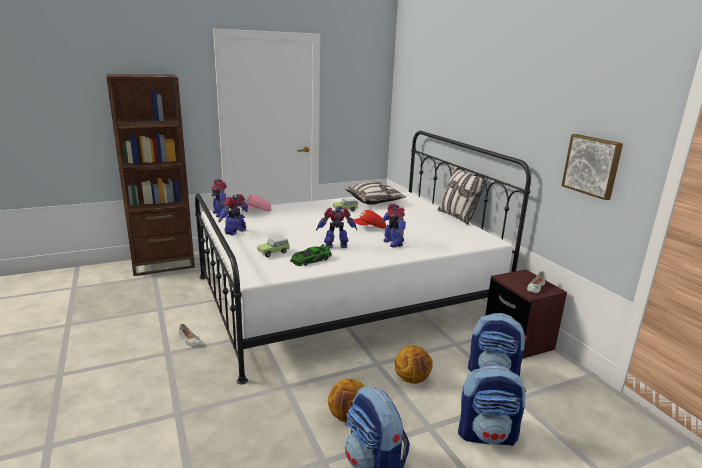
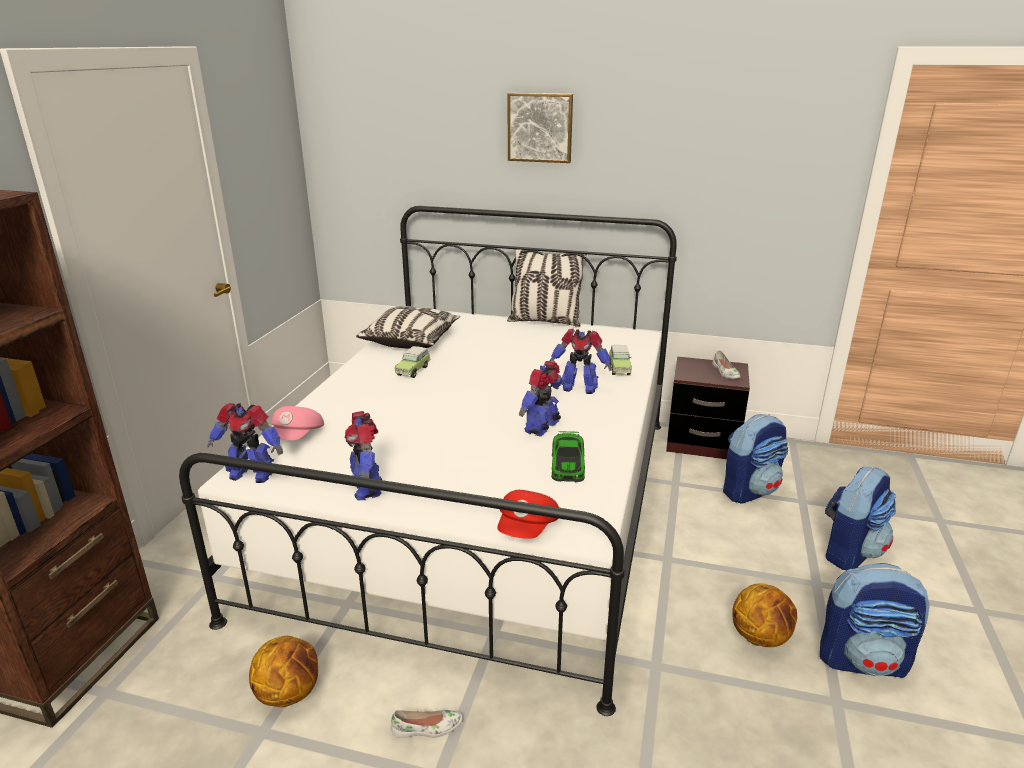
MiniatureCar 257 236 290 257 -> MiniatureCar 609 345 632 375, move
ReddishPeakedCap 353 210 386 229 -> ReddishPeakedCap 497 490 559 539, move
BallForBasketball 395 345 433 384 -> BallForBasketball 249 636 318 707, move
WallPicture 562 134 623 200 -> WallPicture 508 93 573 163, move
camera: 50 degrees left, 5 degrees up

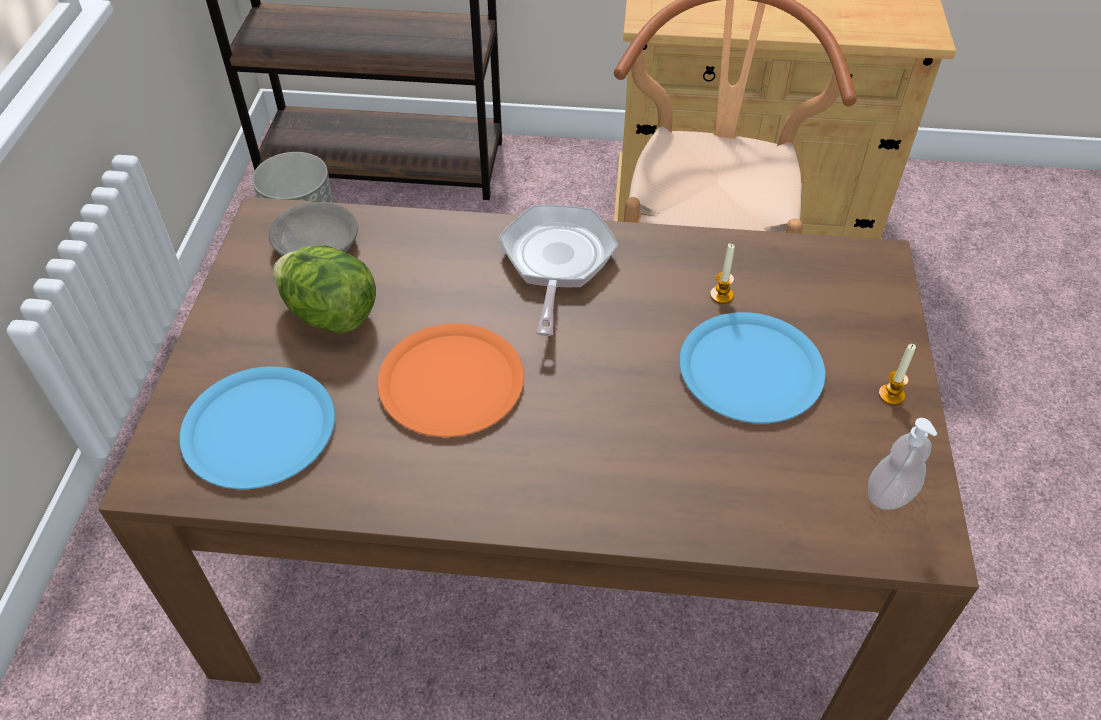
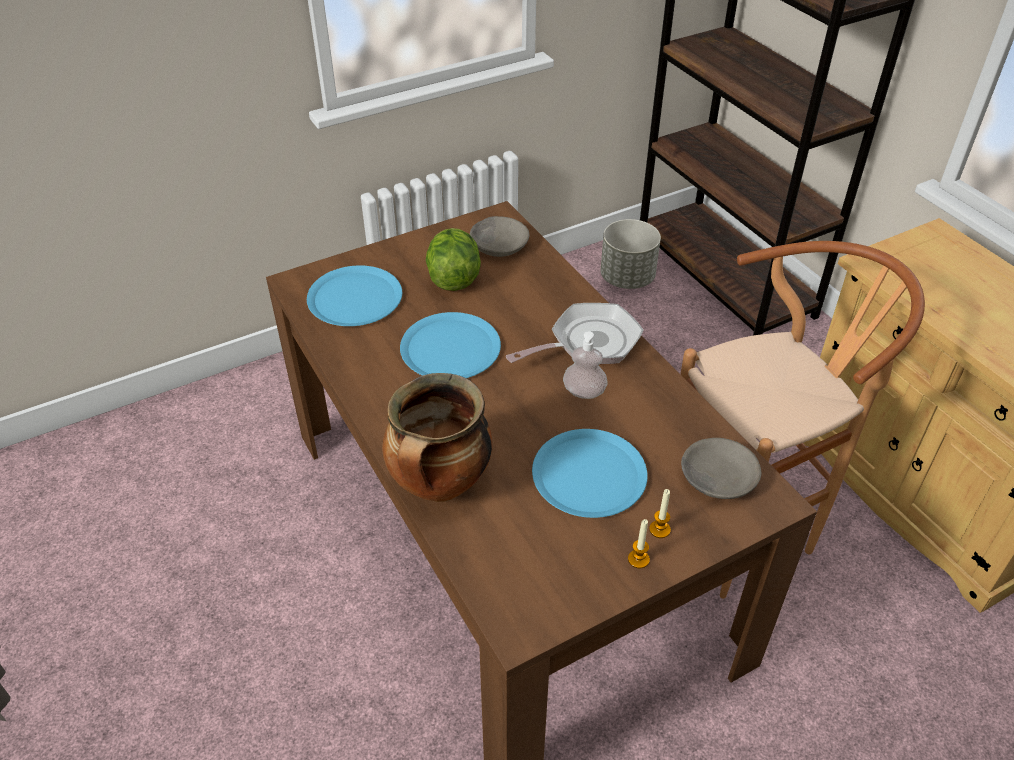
none -> Stockpot 382 373 492 502
none -> GreyishBowl 681 438 761 499
Candle 710 243 734 304 -> Candle 649 489 671 538, move
SoapDispenser 868 418 937 510 -> SoapDispenser 563 331 607 399, move
OrangeyPlate 377 324 524 437 -> BlueColouredPlate 400 312 501 378
camera: 55 degrees right, 5 degrees down

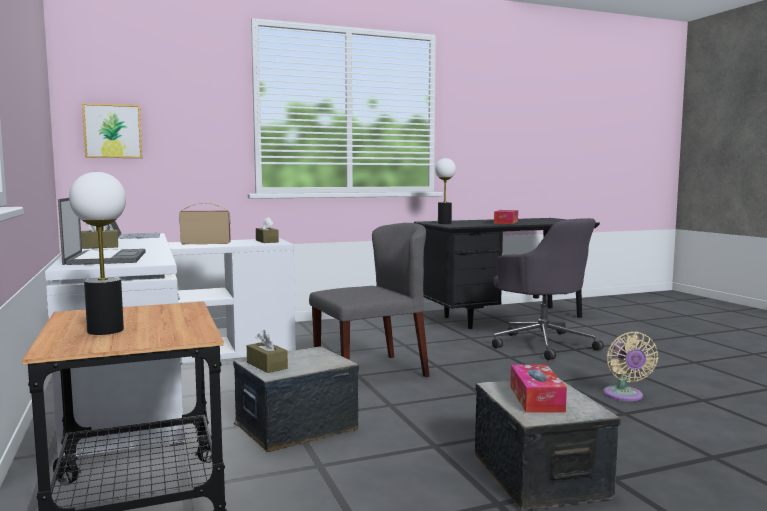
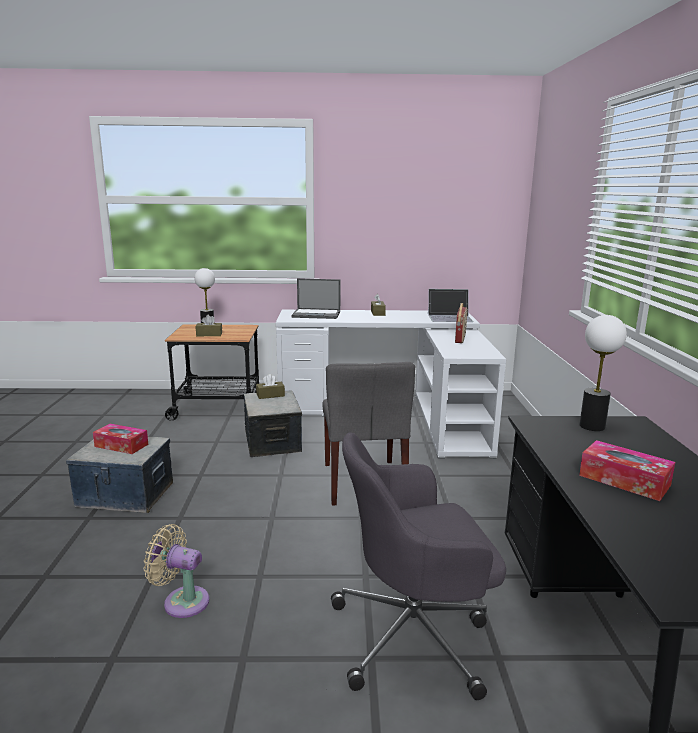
WallPicture 82 103 142 158 -> none
BrownColouredBoxOfTissues 256 217 279 243 -> BrownColouredBoxOfTissues 196 315 222 336, move
camera: 110 degrees right, 10 degrees up

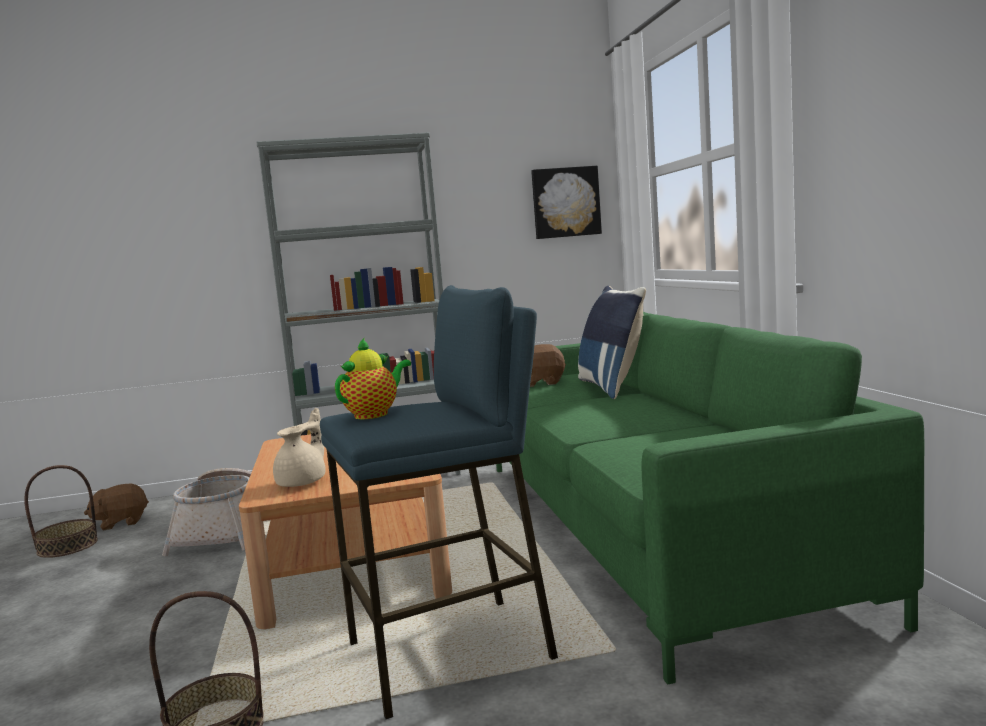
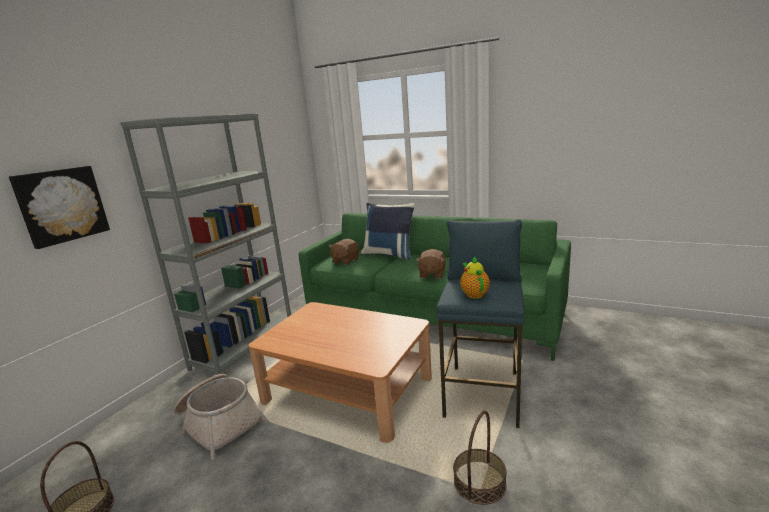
BeigeTeapot 273 408 326 487 -> none
BrownColouredSoftToy 84 483 149 531 -> BrownColouredSoftToy 416 249 446 279, move
WallPicture 531 166 602 239 -> WallPicture 9 166 110 249, move
camera: 50 degrees left, 10 degrees up

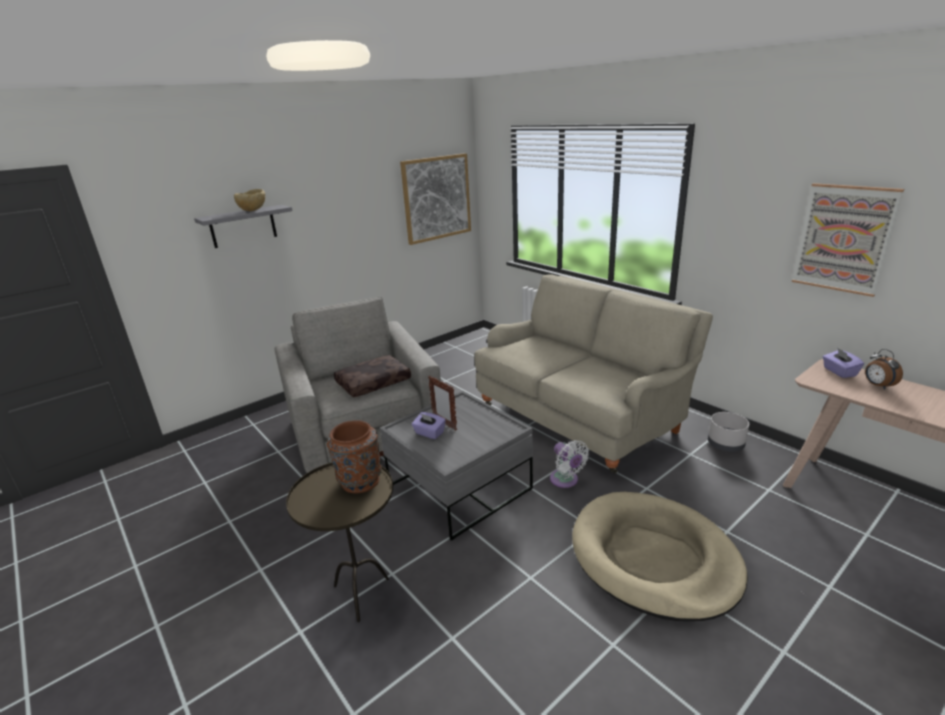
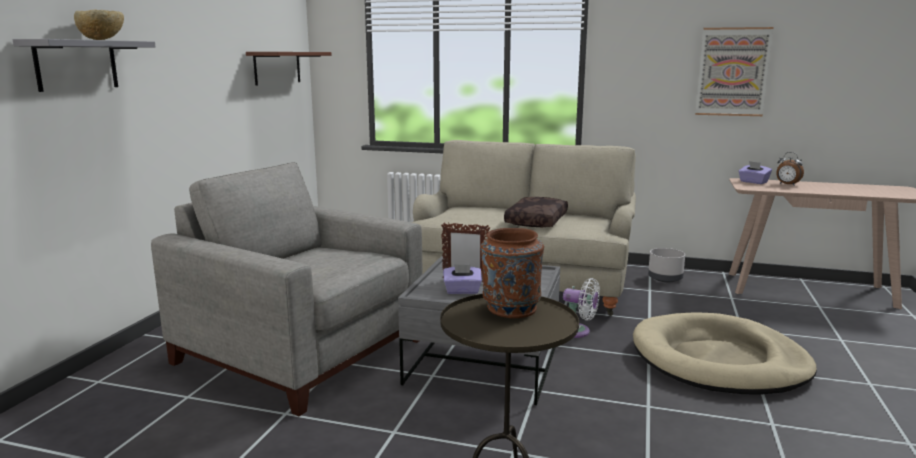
BrownColouredPillow 334 355 411 398 -> BrownColouredPillow 504 197 568 227, move
WallPicture 400 153 471 245 -> BrownColouredWallShelf 246 52 332 86
camera: 35 degrees left, 10 degrees down

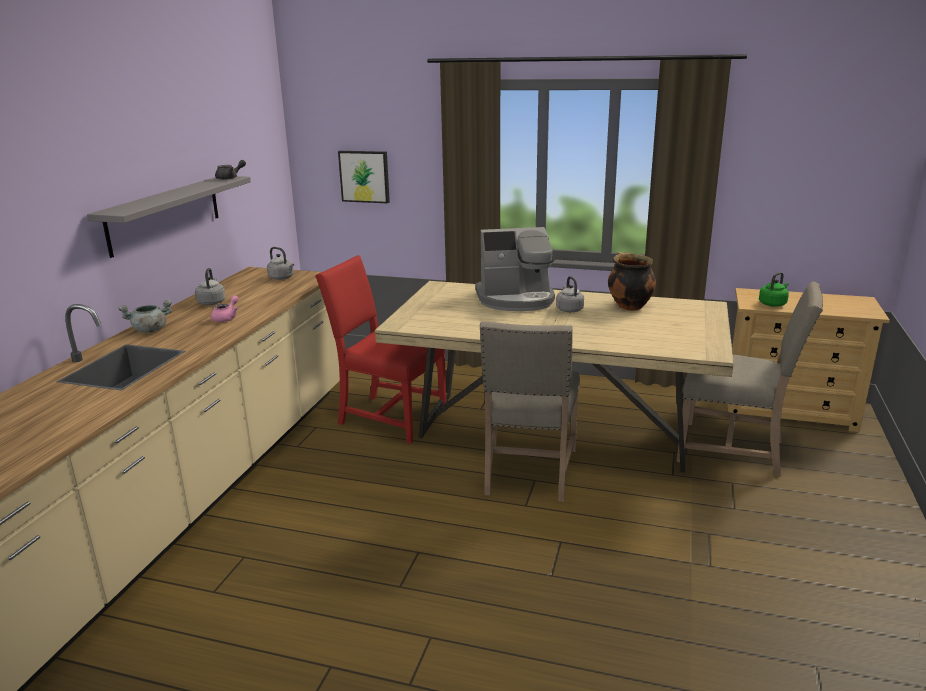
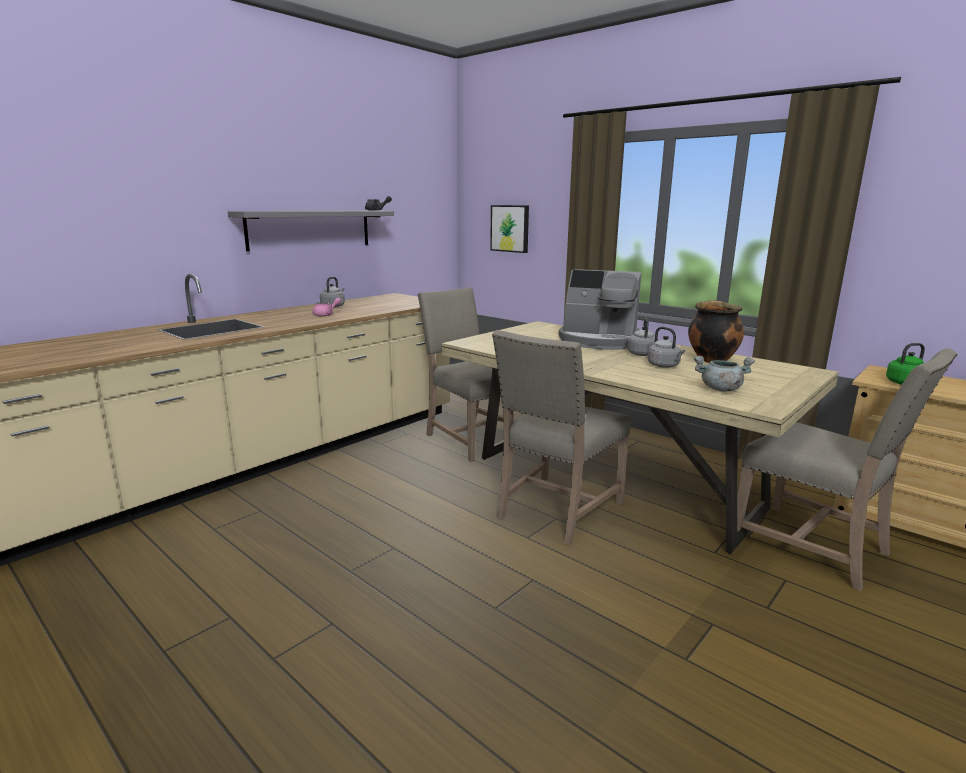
GreyishStockpot 118 300 172 333 -> GreyishStockpot 694 356 755 392, move
GreyishKettle 267 247 294 280 -> GreyishKettle 648 327 685 368, move
ReddishPlainChair 315 255 446 444 -> BeigePlainChair 418 287 524 462
camera: 25 degrees right, 5 degrees down

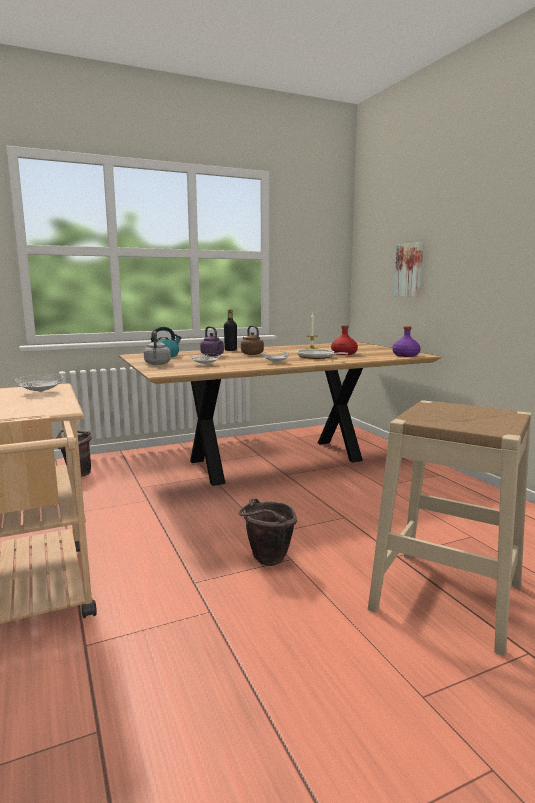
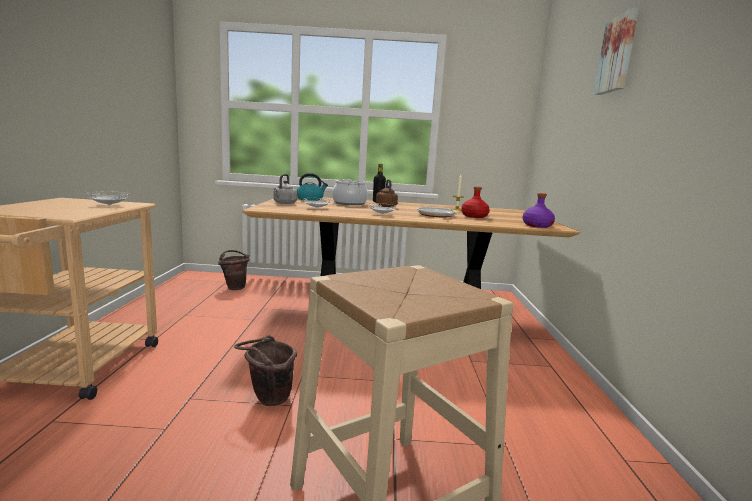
WallPicture 394 242 424 297 -> WallPicture 594 8 639 95, move
PurplishKettle 200 326 224 356 -> Stockpot 332 179 368 205
camera: 25 degrees right, 0 degrees up

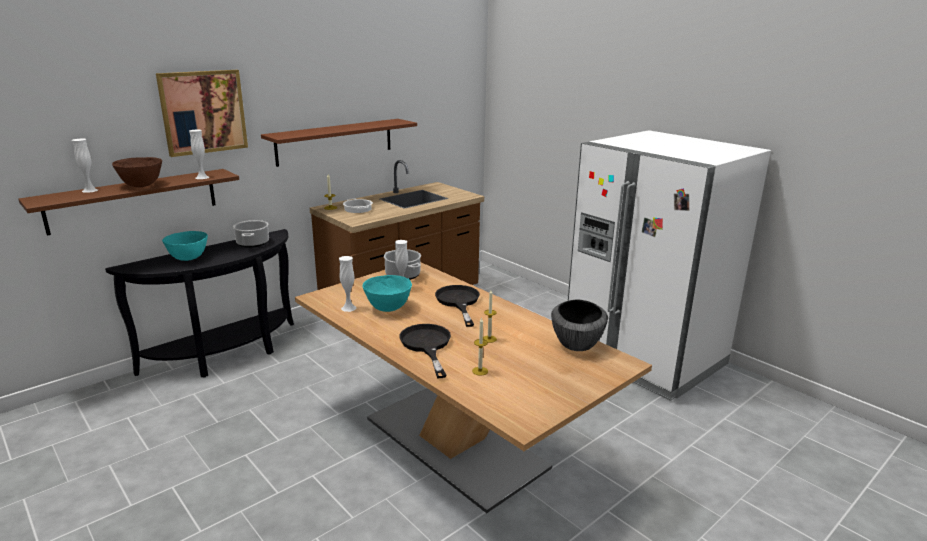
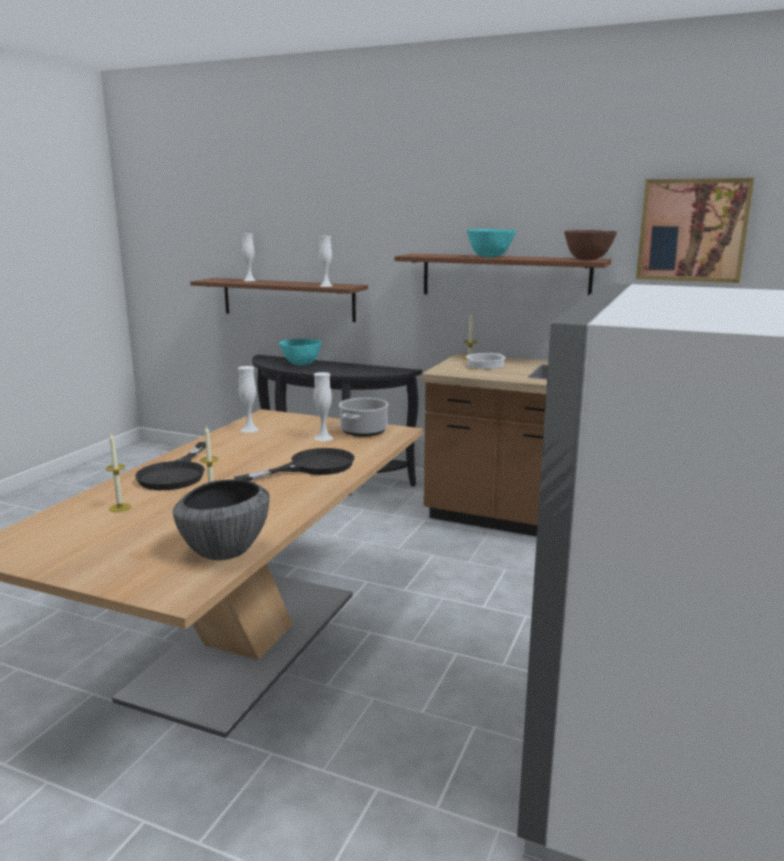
Stockpot 233 220 269 248 -> none
BrownColouredBowl 112 157 162 187 -> BrownColouredBowl 564 230 617 260, move
WallPicture 156 70 248 157 -> WallPicture 636 178 754 283, move
TurquoiseColouredBowl 362 275 412 312 -> TurquoiseColouredBowl 467 229 516 258, move
BlackColouredSkillet 400 324 451 378 -> BlackColouredSkillet 135 442 206 490, 135 degrees clockwise
camera: 65 degrees right, 5 degrees down

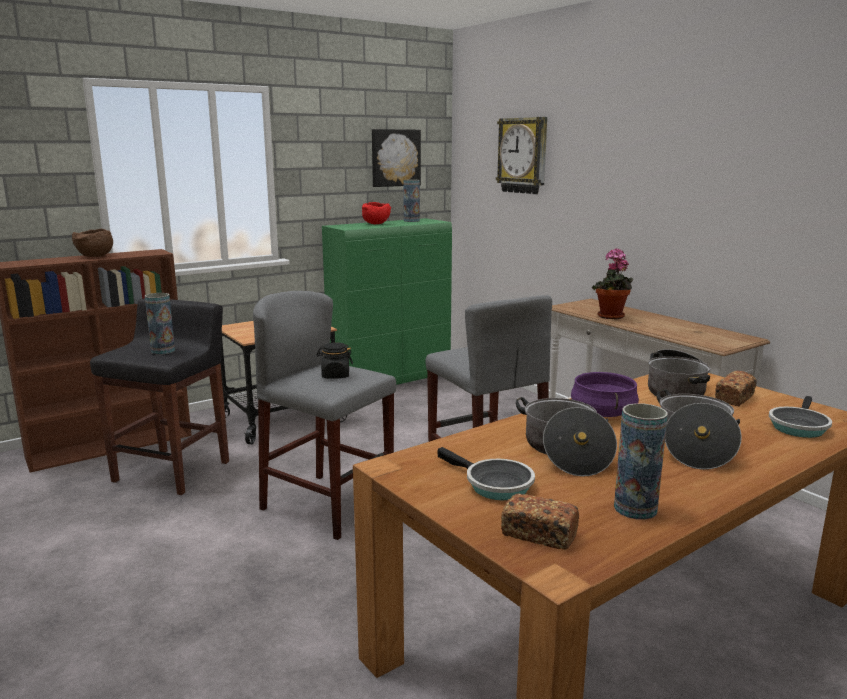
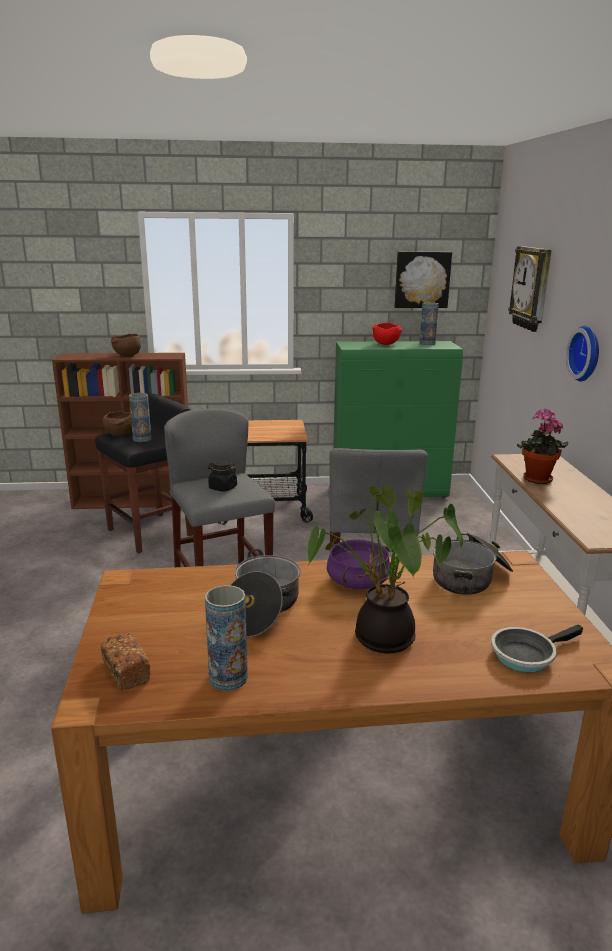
Skillet 437 447 535 500 -> none
BakedBread 715 371 757 406 -> none
none -> BrownColouredBowl 103 411 132 436
none -> WallClock 566 325 599 382
Stockpot 657 389 742 470 -> PottedPlant 307 486 463 654
camera: 30 degrees right, 5 degrees up

